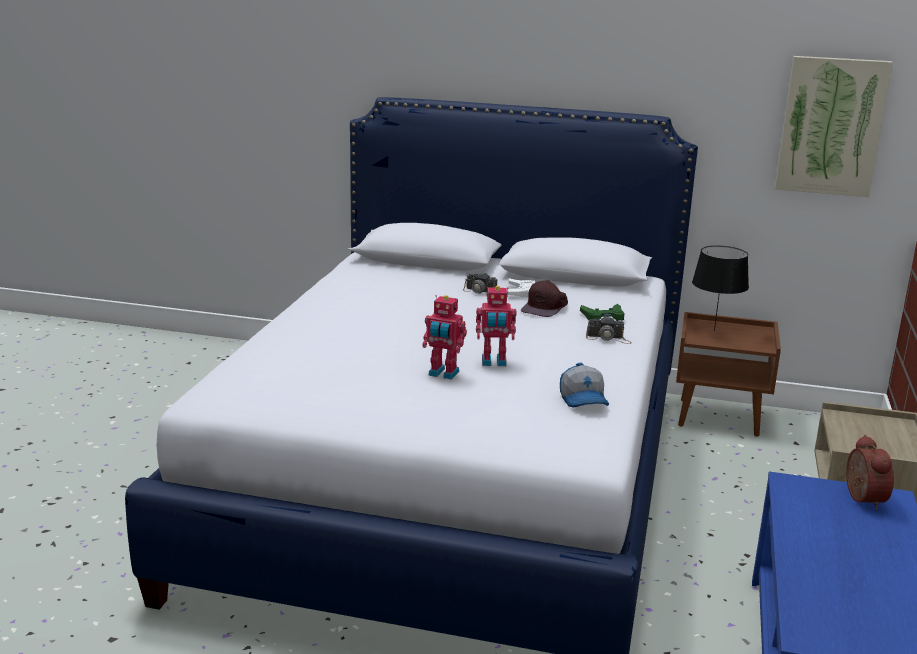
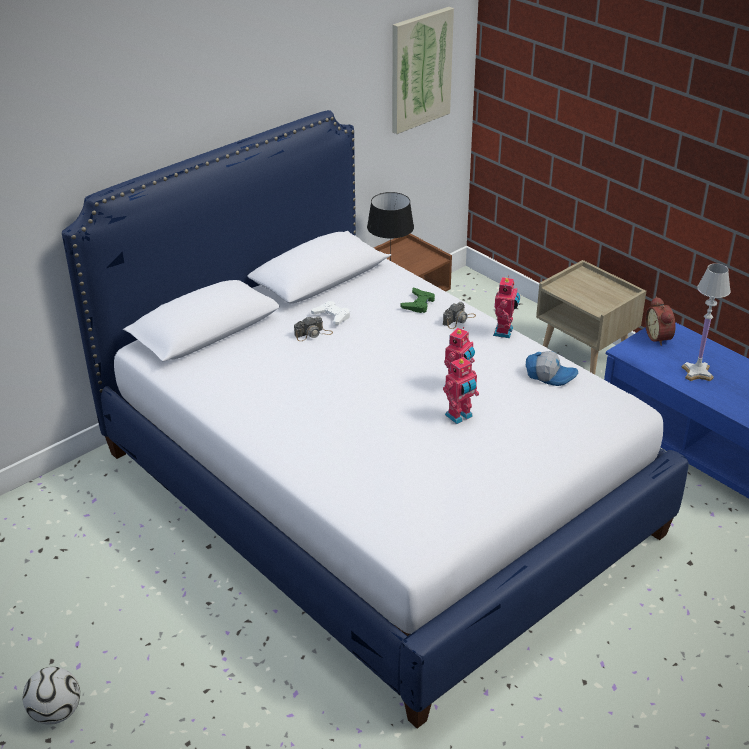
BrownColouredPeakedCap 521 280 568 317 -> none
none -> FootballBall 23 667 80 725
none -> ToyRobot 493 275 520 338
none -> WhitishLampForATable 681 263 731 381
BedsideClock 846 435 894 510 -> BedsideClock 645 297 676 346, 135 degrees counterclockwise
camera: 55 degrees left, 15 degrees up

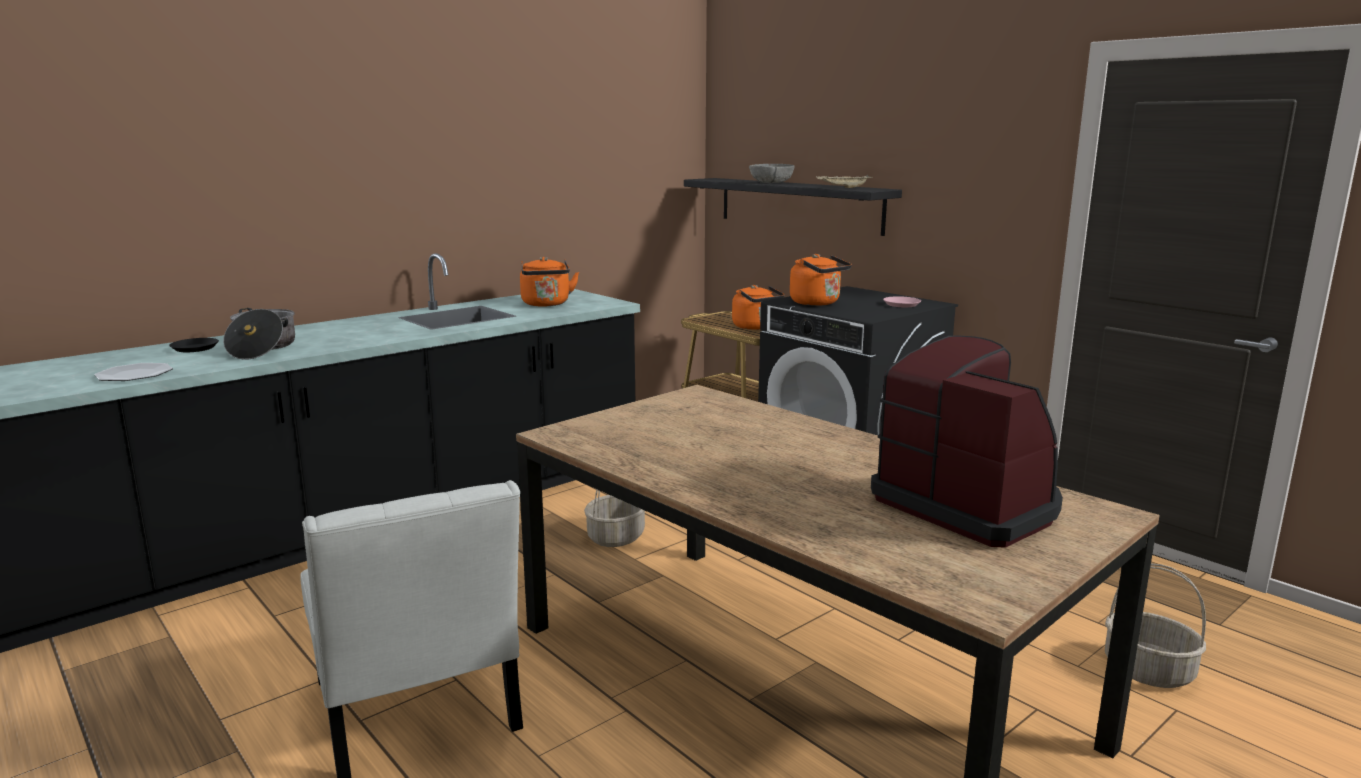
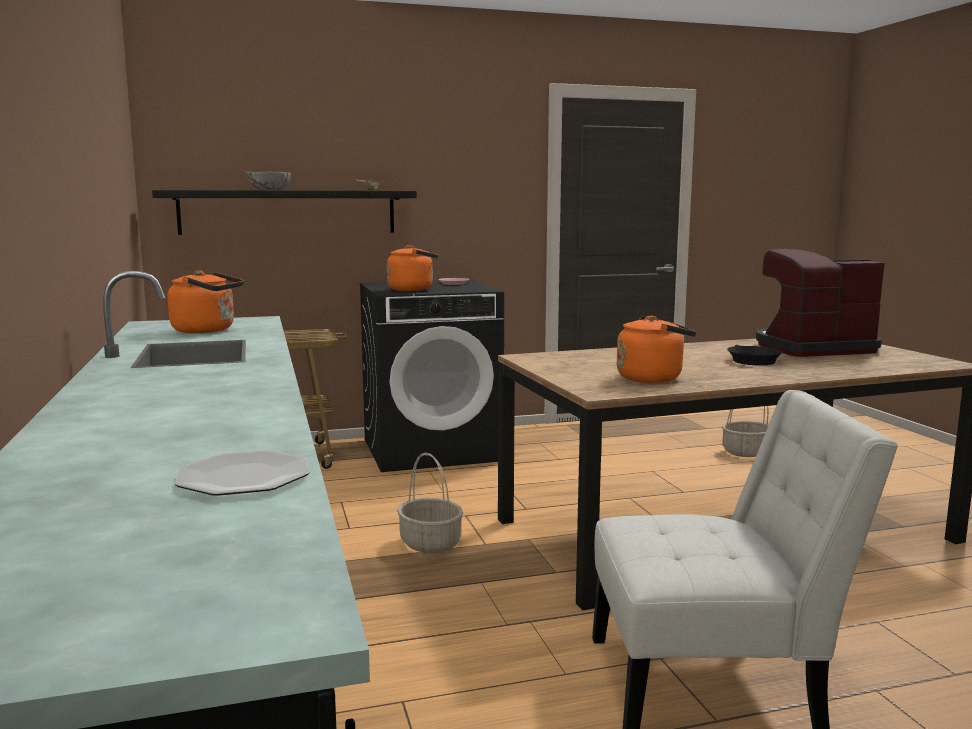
BlackColouredPlate 169 338 219 352 -> none
Stockpot 223 308 295 360 -> none
none -> BlackColouredSkillet 727 345 783 365
OrangeyKettle 732 285 784 330 -> OrangeyKettle 617 316 696 383, move
camera: 65 degrees left, 5 degrees down

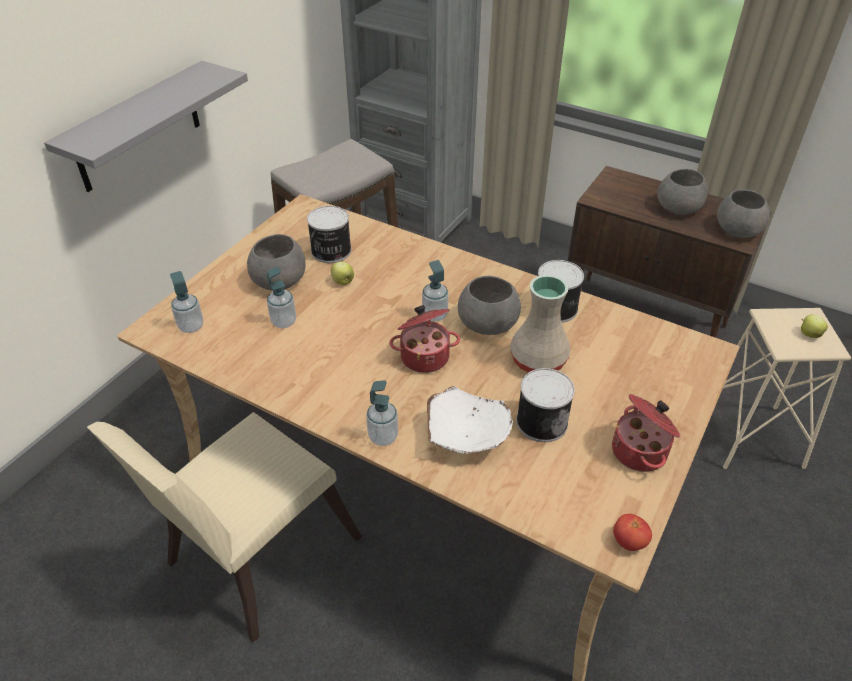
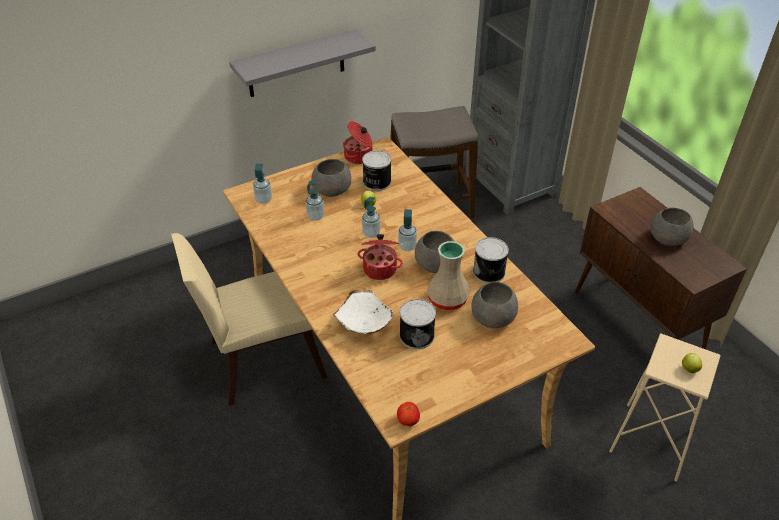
SoapDispenser 366 380 398 446 -> SoapDispenser 362 197 380 238, move
Stockpot 612 394 681 472 -> Stockpot 343 121 372 164, move
GreyishBowl 717 189 770 238 -> GreyishBowl 471 281 518 328, move
camera: 30 degrees right, 0 degrees up

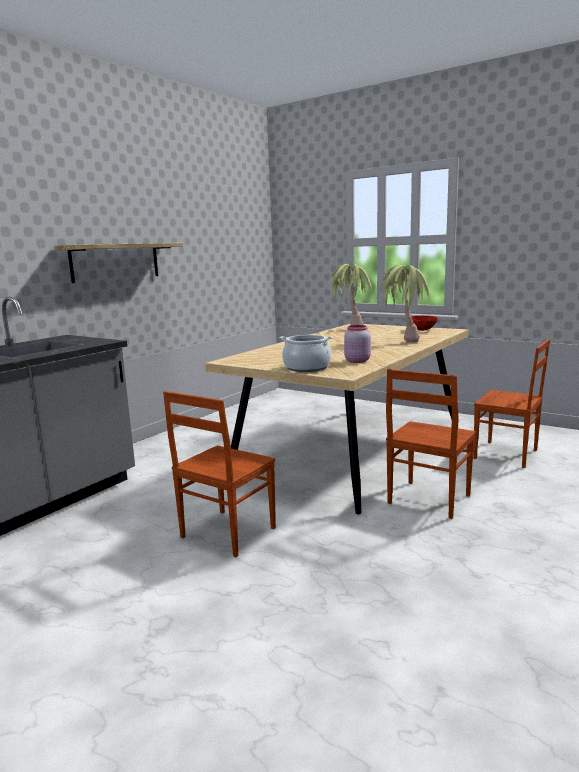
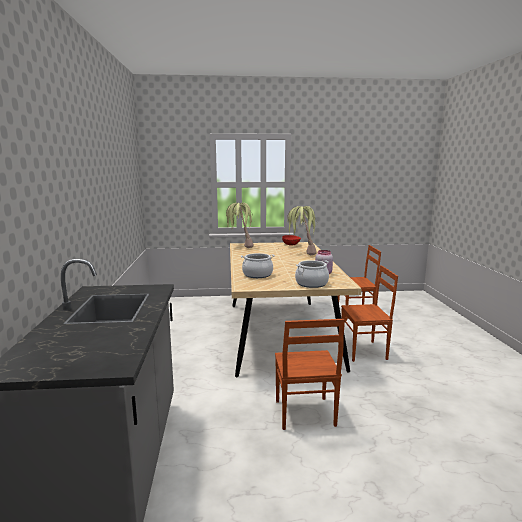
WallShelf 54 243 183 283 -> none
none -> Stockpot 241 253 275 278
BrownColouredPlainChair 386 369 476 519 -> BrownColouredPlainChair 341 265 398 362, 90 degrees counterclockwise
camera: 40 degrees left, 0 degrees up

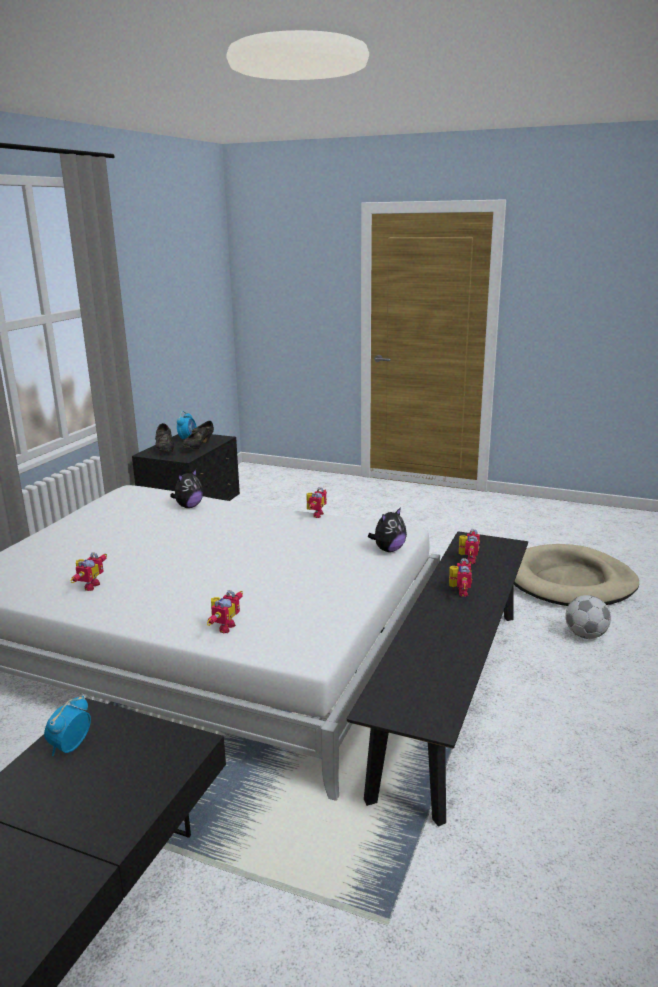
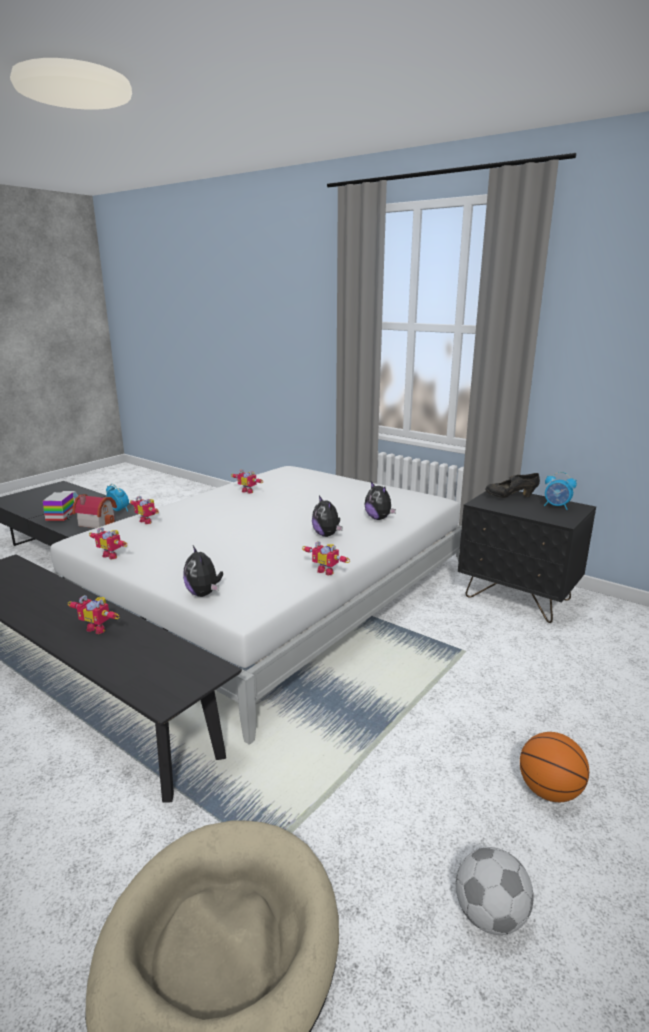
BlackColouredShoe 182 421 214 449 -> none
none -> ModelTruck 43 491 78 521
none -> MiniatureHouse 72 494 117 528
none -> SoftToy 312 496 343 537
none -> BallForBasketball 520 732 589 802
ToyRobot 459 529 480 564 -> ToyRobot 89 527 128 559, move
FootballBall 565 595 611 639 -> FootballBall 456 847 534 935, move
camera: 105 degrees right, 0 degrees up

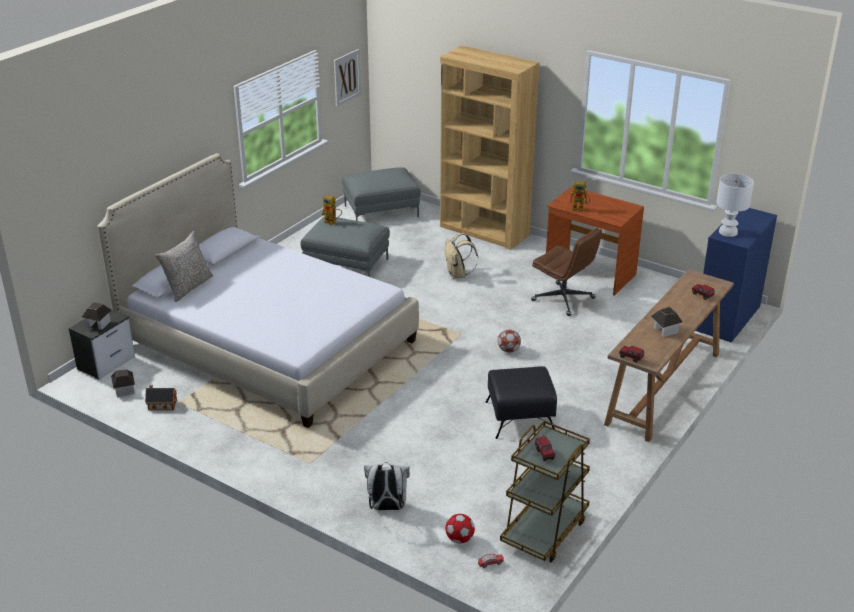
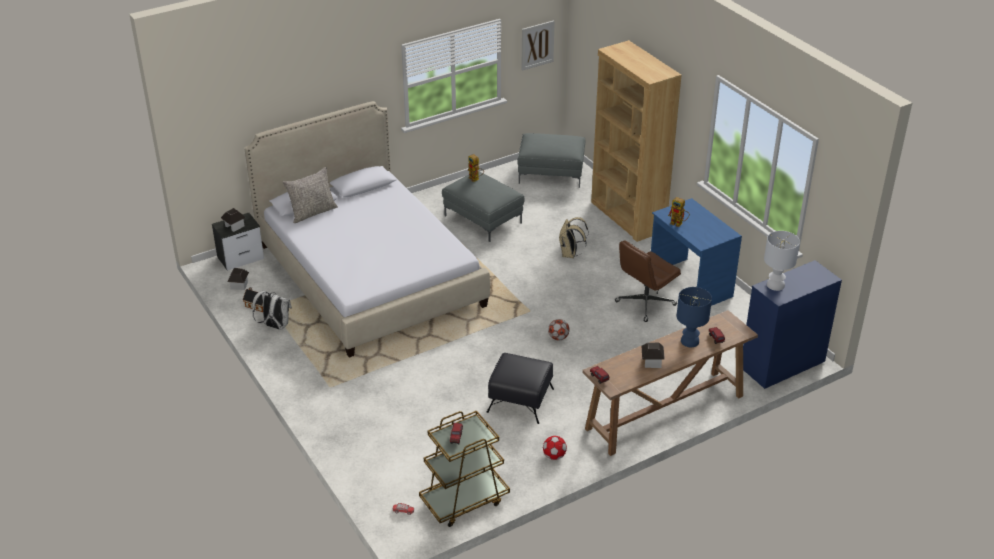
none -> BlueColouredLampForATable 677 287 712 347
WhitishBackpack 364 462 410 510 -> WhitishBackpack 252 290 292 330, move
FootballBall 446 514 475 543 -> FootballBall 543 436 567 460, move
BrownColouredDesk 546 186 644 296 -> BlueColouredDesk 651 198 742 306
BrownColouredDeskChair 531 228 602 316 -> BrownColouredDeskChair 615 240 681 322, 75 degrees clockwise
camera: 25 degrees right, 5 degrees up

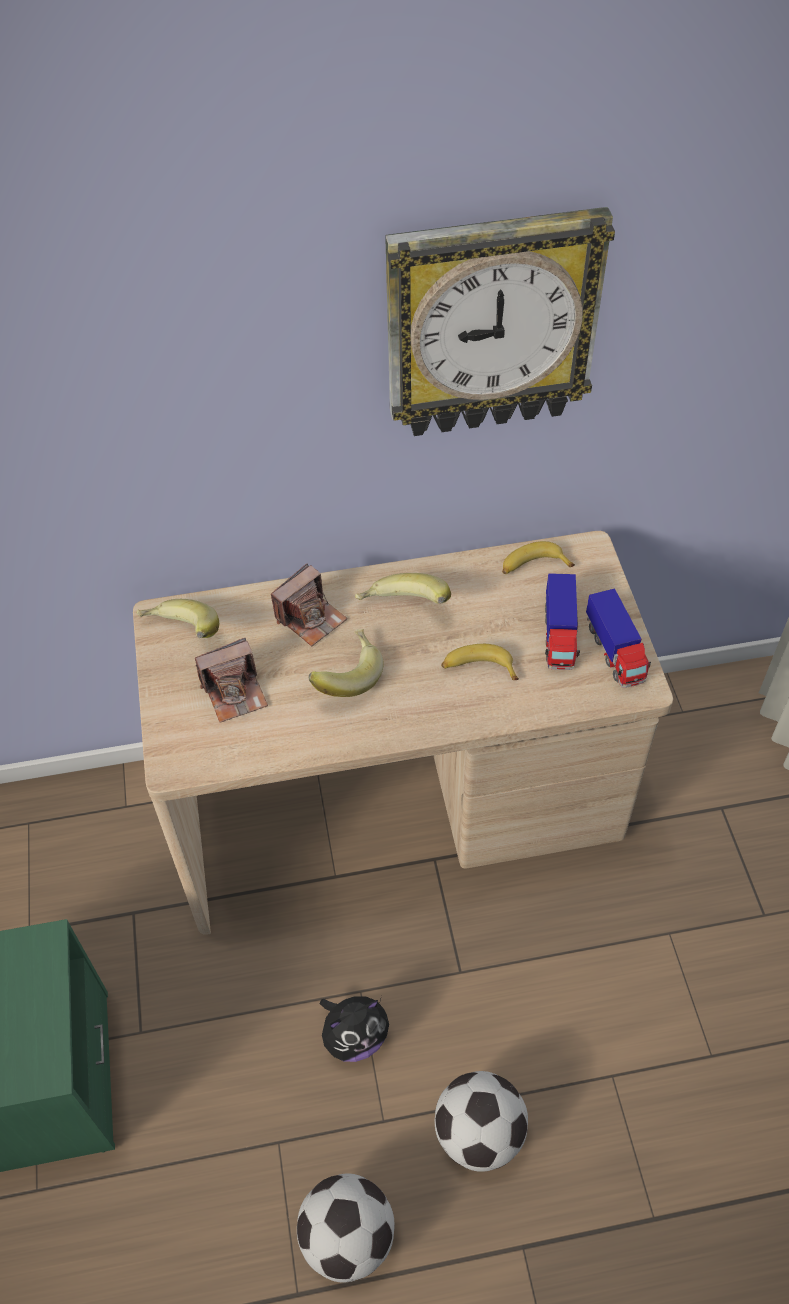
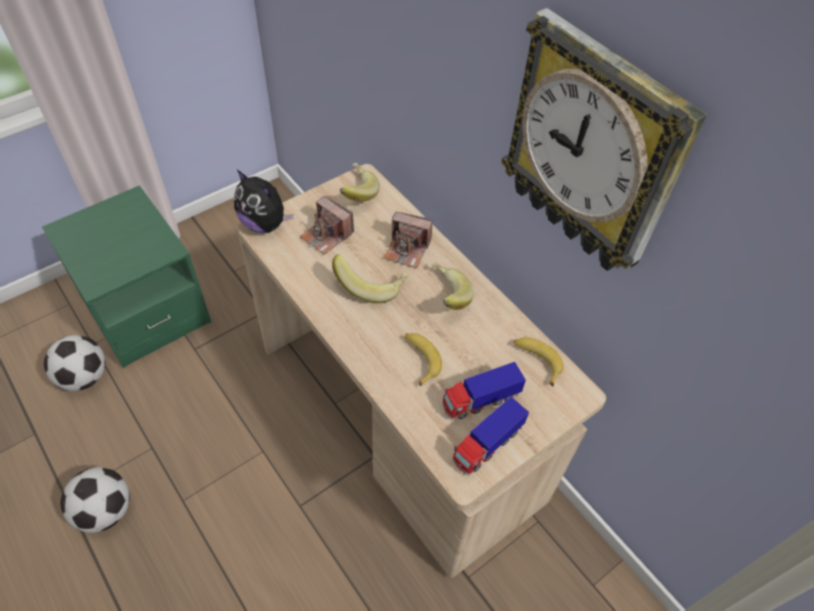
SoftToy 320 996 389 1062 -> SoftToy 234 170 293 233, move
FootballBall 435 1071 528 1172 -> FootballBall 44 335 106 391, move
camera: 60 degrees right, 0 degrees up

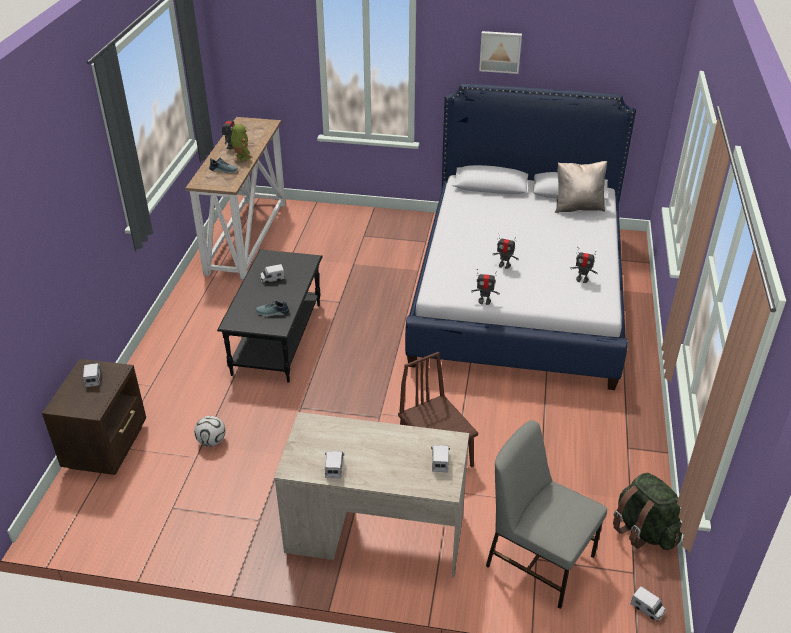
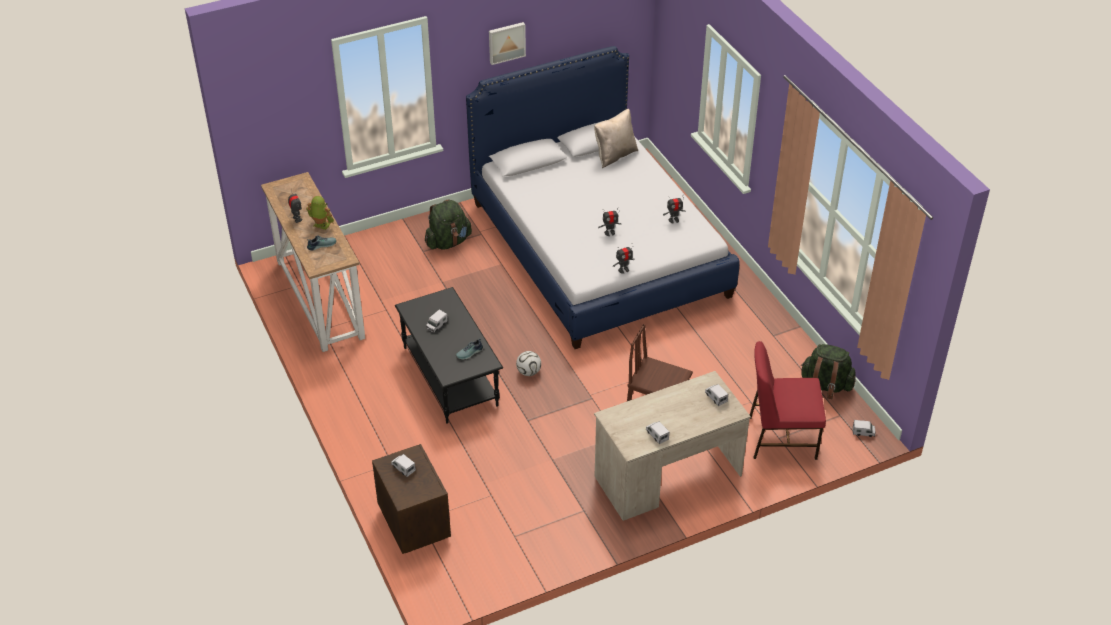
none -> GreenColouredBackpack 425 199 472 250
FootballBall 194 416 225 447 -> FootballBall 516 351 541 376, move
GreyishPlainChair 486 420 607 609 -> ReddishPlainChair 750 341 826 460
camera: 35 degrees left, 5 degrees up

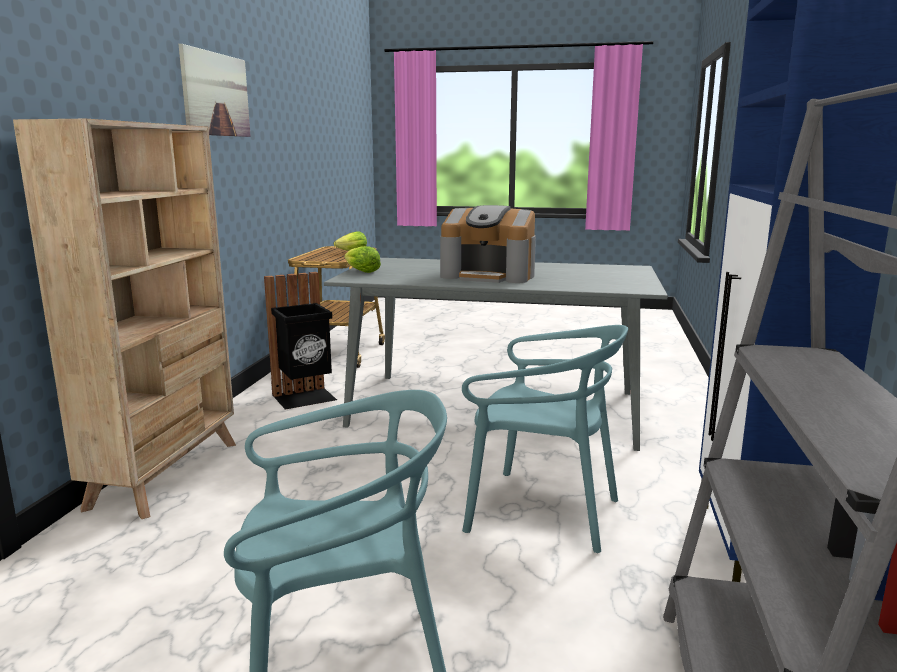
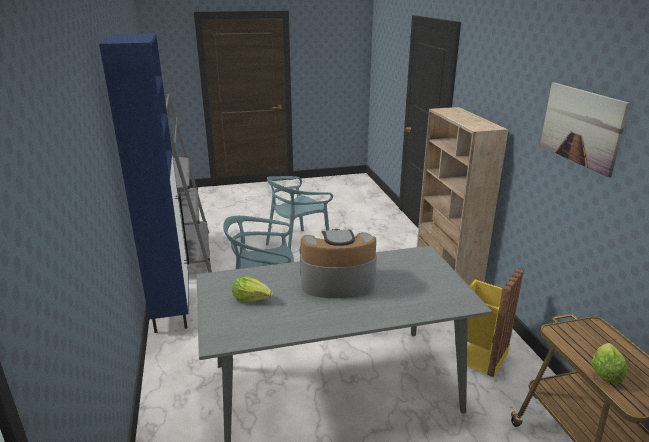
HeadOfLettuce 344 246 381 273 -> HeadOfLettuce 232 276 273 302, move
BlackColouredTrashCan 264 272 337 410 -> YellowishTrashCan 467 268 524 378
camera: 155 degrees right, 10 degrees up

